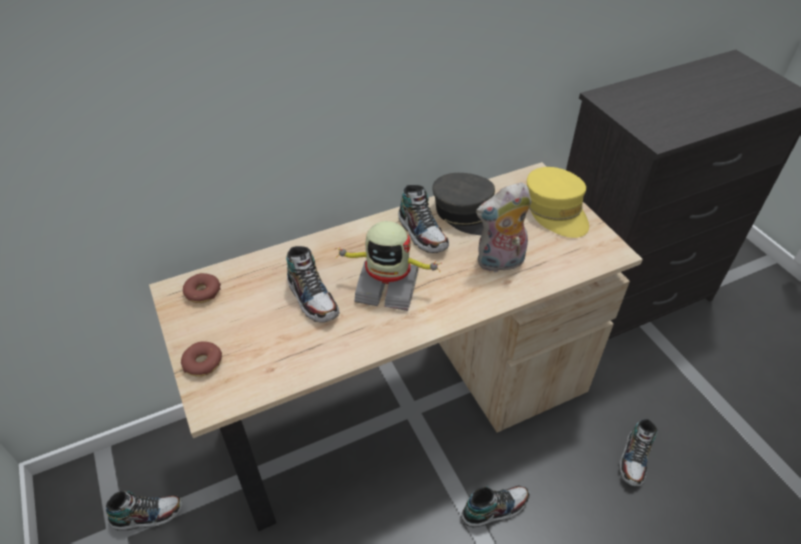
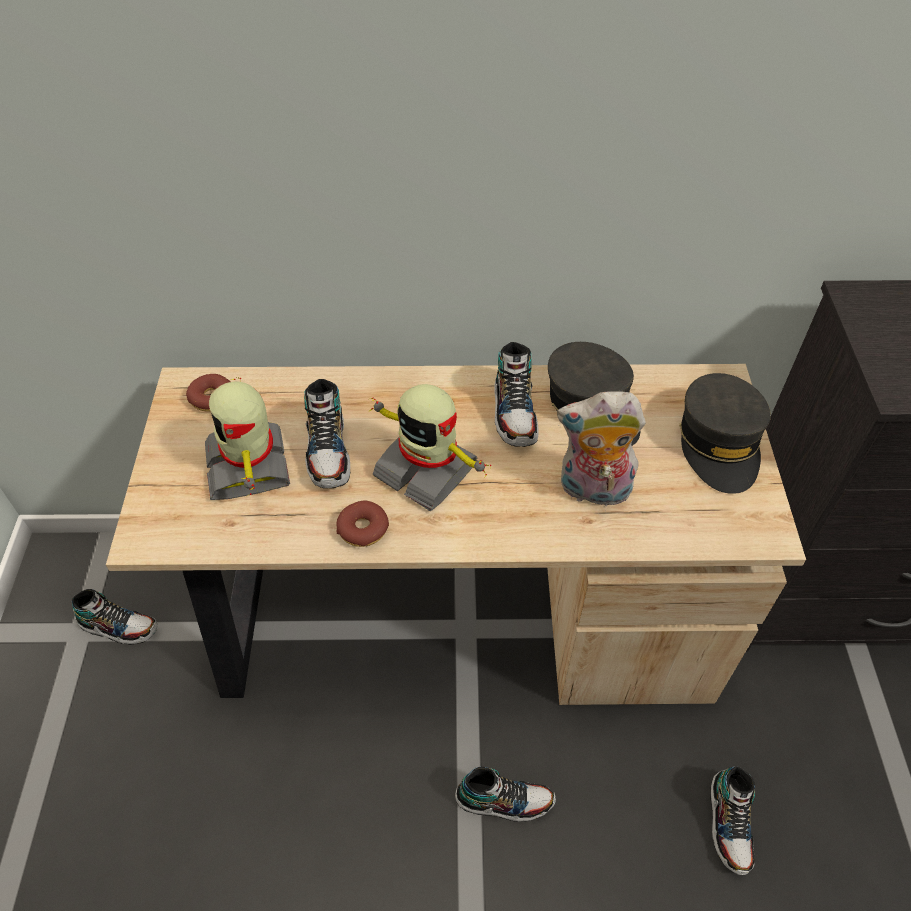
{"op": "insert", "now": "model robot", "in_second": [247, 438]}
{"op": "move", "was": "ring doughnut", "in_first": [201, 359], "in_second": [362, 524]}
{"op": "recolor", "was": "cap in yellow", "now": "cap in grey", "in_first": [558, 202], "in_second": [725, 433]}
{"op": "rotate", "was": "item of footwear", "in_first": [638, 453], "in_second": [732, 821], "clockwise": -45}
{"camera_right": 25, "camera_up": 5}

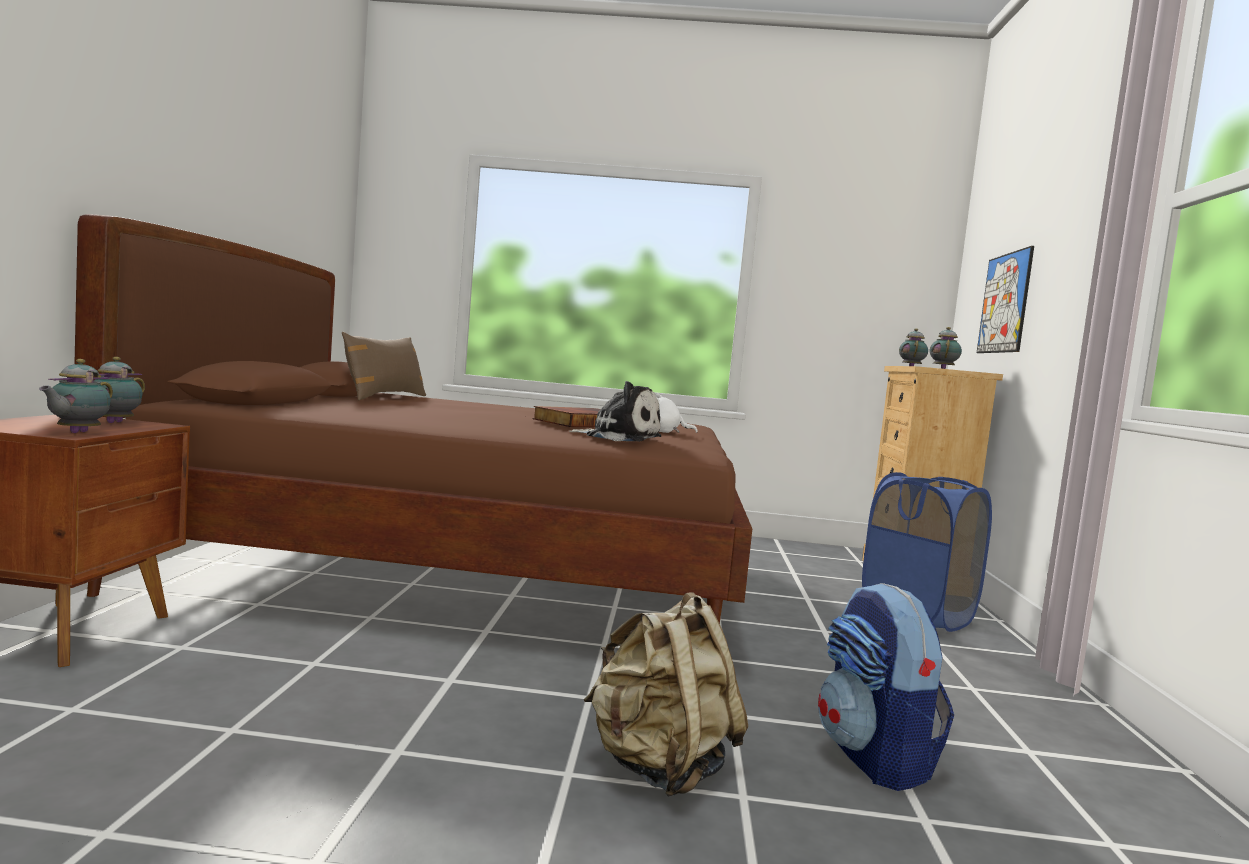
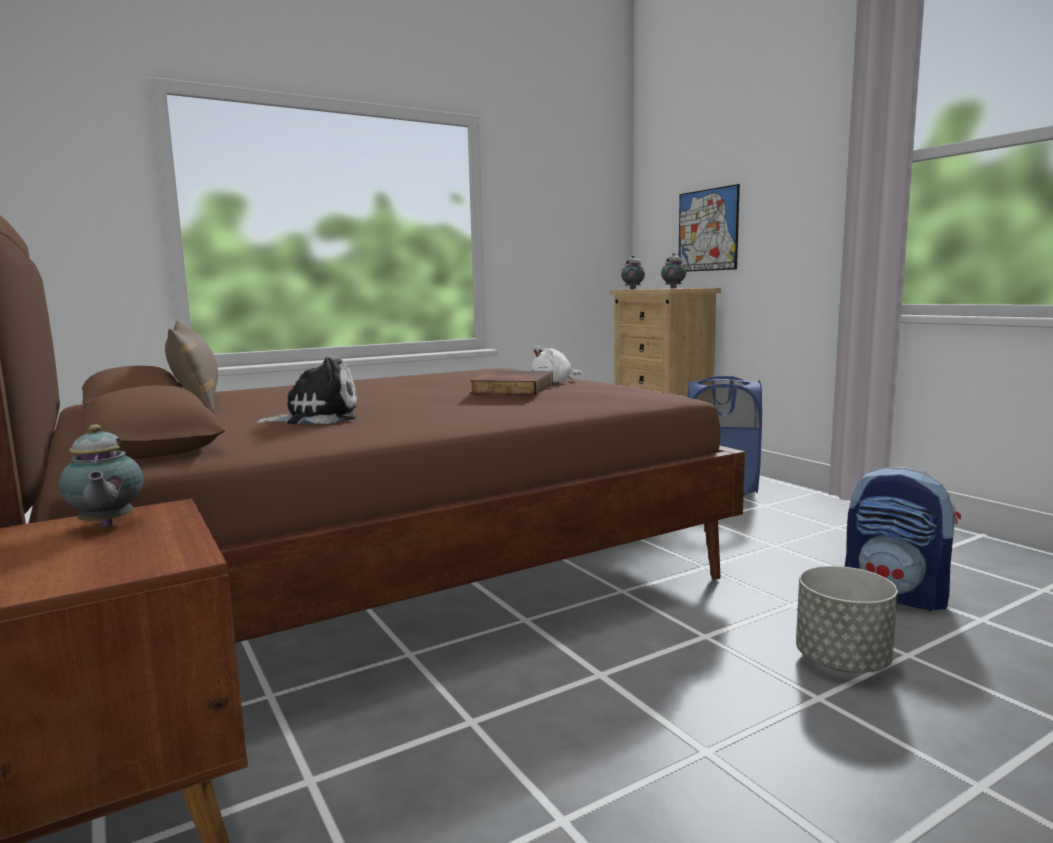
{"op": "move", "was": "plush toy", "in_first": [615, 411], "in_second": [306, 390]}
{"op": "replace", "was": "backpack in beige-coloured", "now": "plant pot in grey", "in_first": [666, 694], "in_second": [847, 619]}
{"op": "delete", "was": "pot for tea", "in_first": [76, 396]}
{"camera_right": -35, "camera_up": 5}

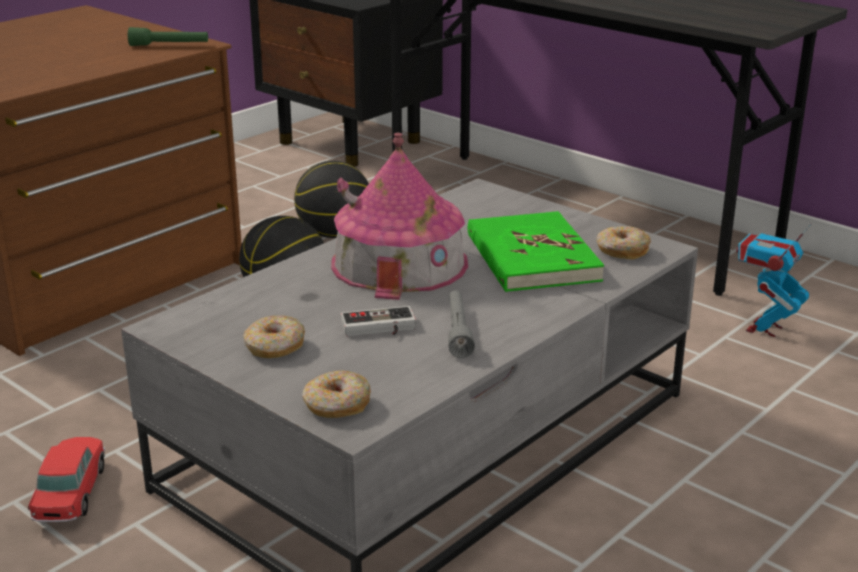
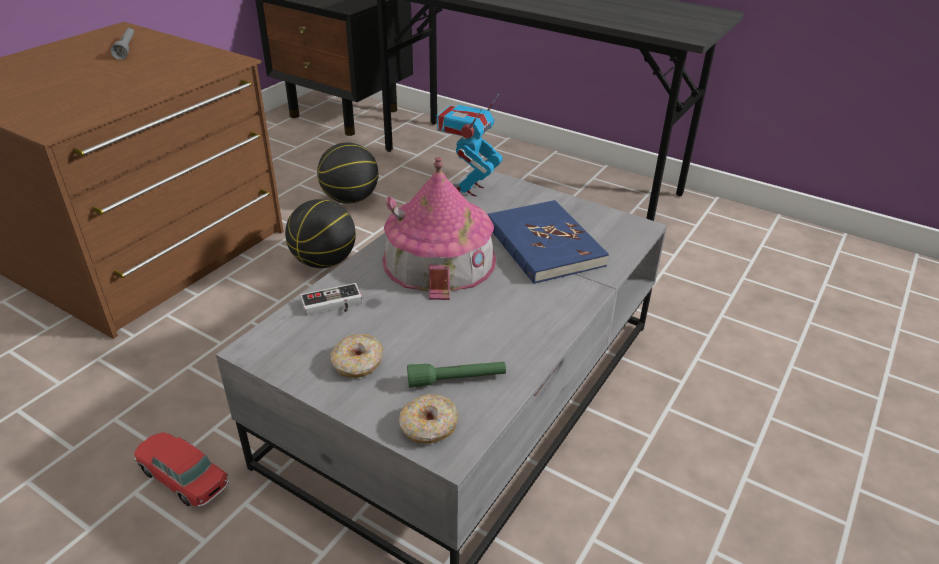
{"op": "move", "was": "flashlight in grey", "in_first": [461, 324], "in_second": [122, 44]}
{"op": "rotate", "was": "miniature car", "in_first": [66, 479], "in_second": [181, 469], "clockwise": -45}
{"op": "move", "was": "gamepad", "in_first": [378, 321], "in_second": [331, 299]}
{"op": "move", "was": "flashlight in greenish", "in_first": [168, 36], "in_second": [456, 375]}
{"op": "move", "was": "model robot", "in_first": [774, 280], "in_second": [469, 144]}
{"op": "recolor", "was": "bound book in greenish", "now": "bound book in bluish", "in_first": [536, 251], "in_second": [548, 242]}
{"op": "delete", "was": "ring doughnut", "in_first": [624, 242]}
{"camera_right": -10, "camera_up": 10}

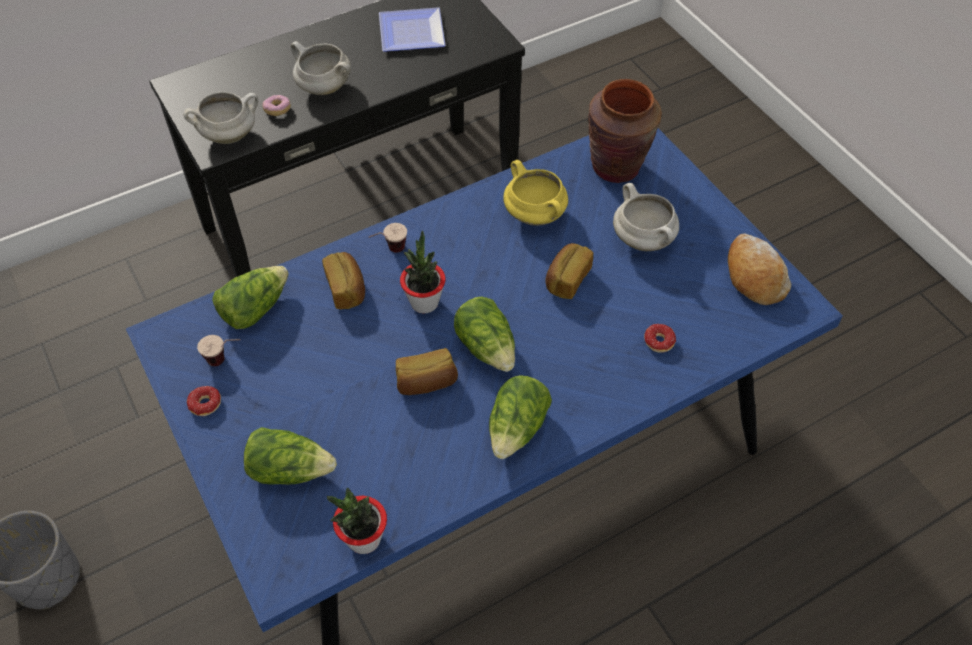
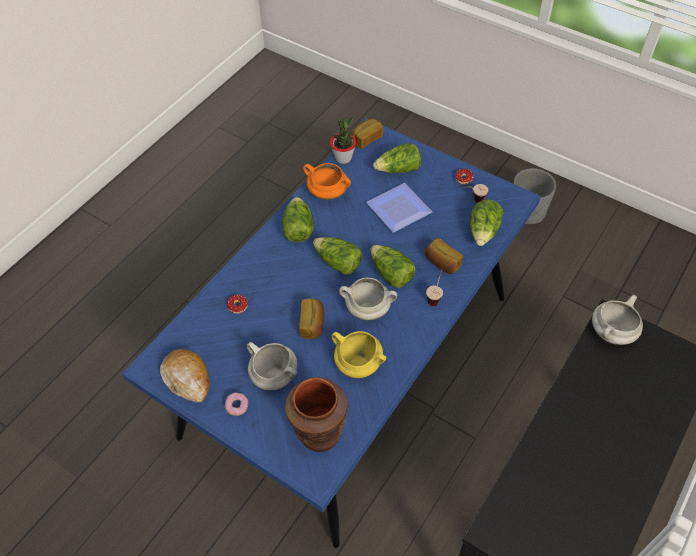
{"op": "move", "was": "ring doughnut", "in_first": [276, 105], "in_second": [236, 404]}
{"op": "insert", "now": "stockpot in orange-coloured", "in_second": [327, 181]}
{"op": "move", "was": "stockpot in white-coloured", "in_first": [321, 68], "in_second": [368, 298]}
{"op": "move", "was": "baked bread", "in_first": [427, 371], "in_second": [367, 134]}
{"op": "move", "was": "plate", "in_first": [412, 29], "in_second": [399, 208]}
{"op": "replace", "was": "houseplant", "now": "lettuce head", "in_first": [423, 271], "in_second": [393, 266]}
{"camera_right": 155, "camera_up": 0}

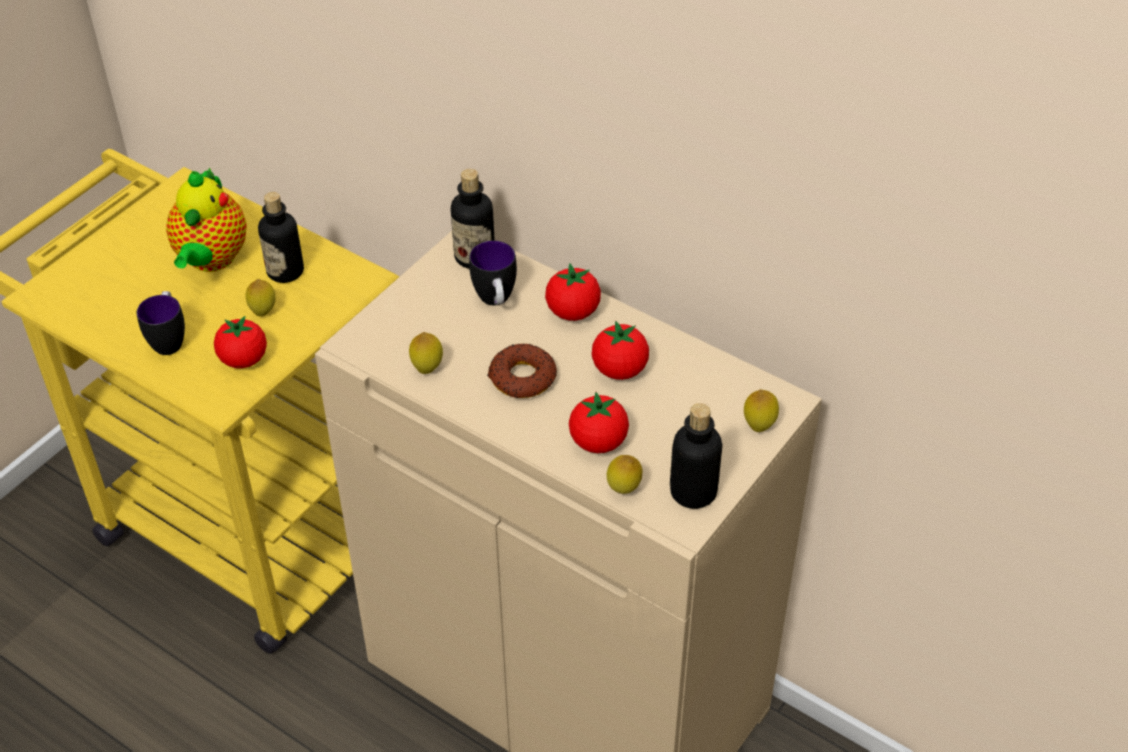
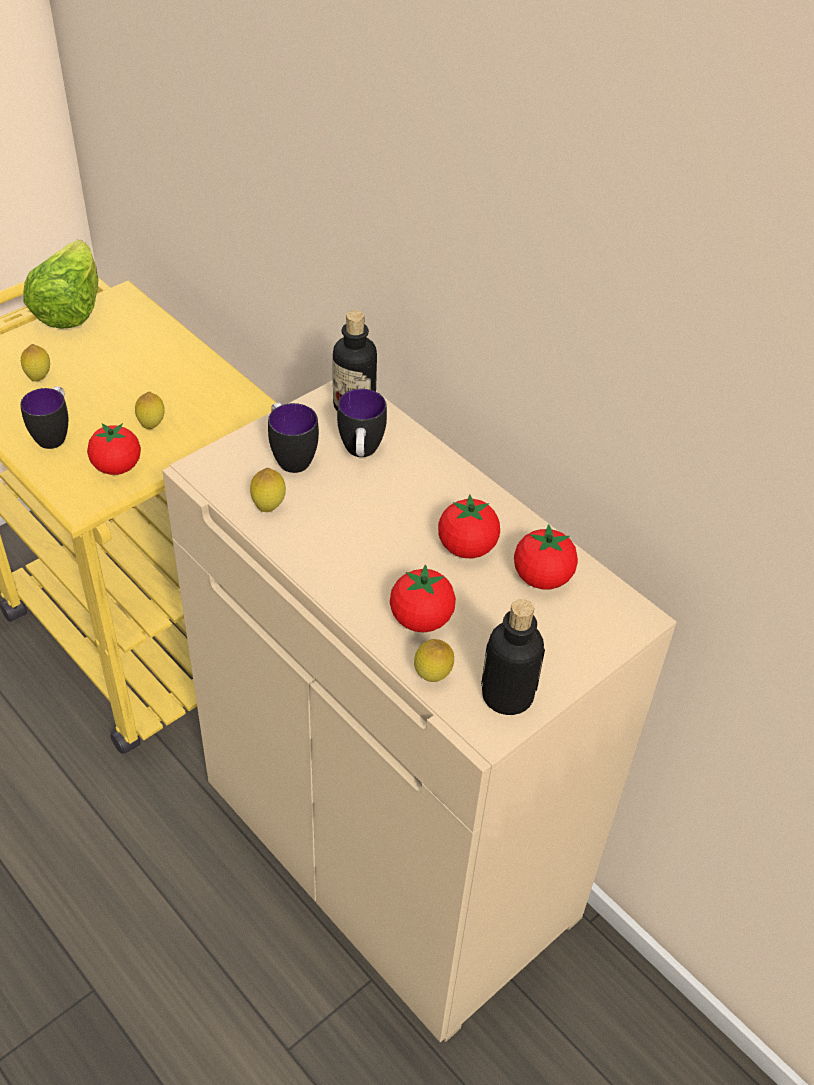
{"op": "move", "was": "citrus fruit", "in_first": [761, 410], "in_second": [35, 362]}
{"op": "insert", "now": "lettuce head", "in_second": [60, 284]}
{"op": "insert", "now": "mug", "in_second": [293, 438]}
{"op": "move", "was": "tomato", "in_first": [573, 292], "in_second": [546, 556]}
{"op": "delete", "was": "pot for tea", "in_first": [206, 219]}
{"op": "delete", "was": "beverage bottle", "in_first": [281, 237]}
{"op": "delete", "was": "ring doughnut", "in_first": [522, 371]}
{"camera_right": 10, "camera_up": 0}

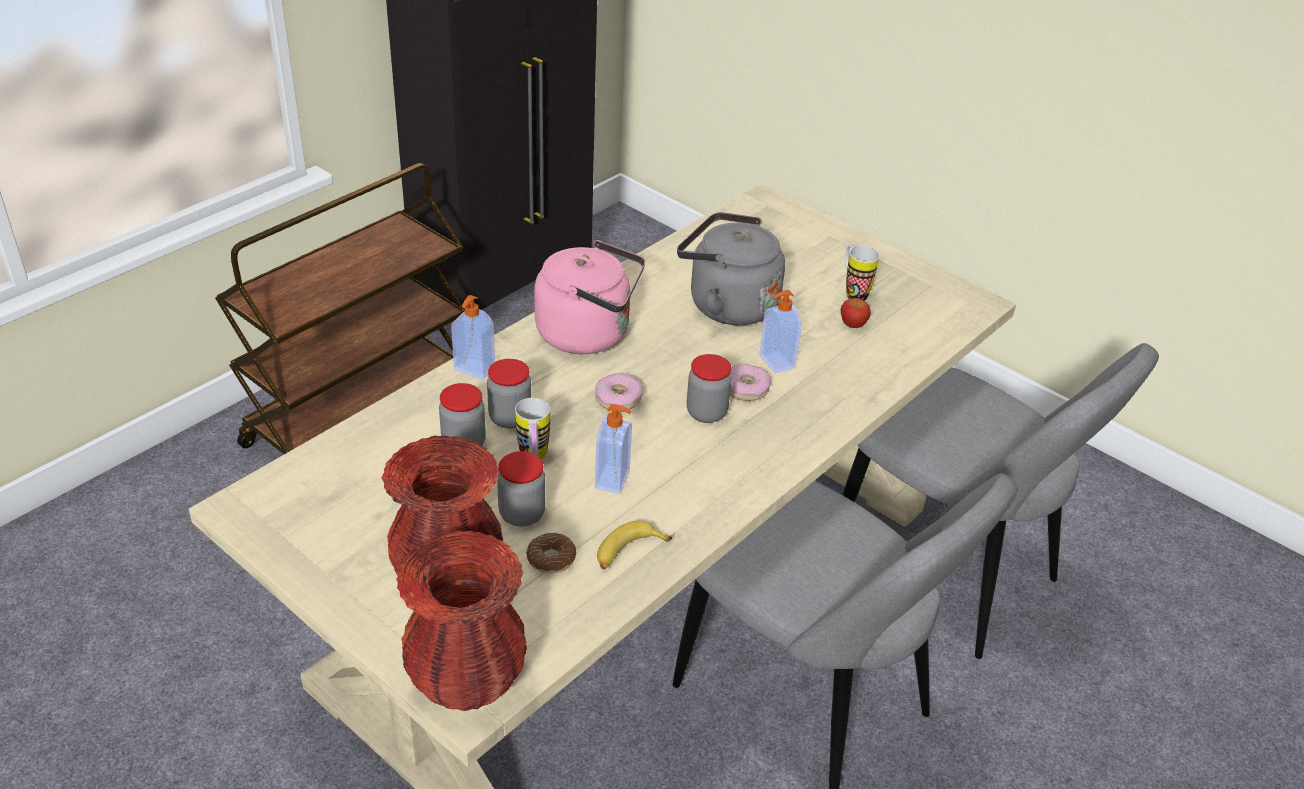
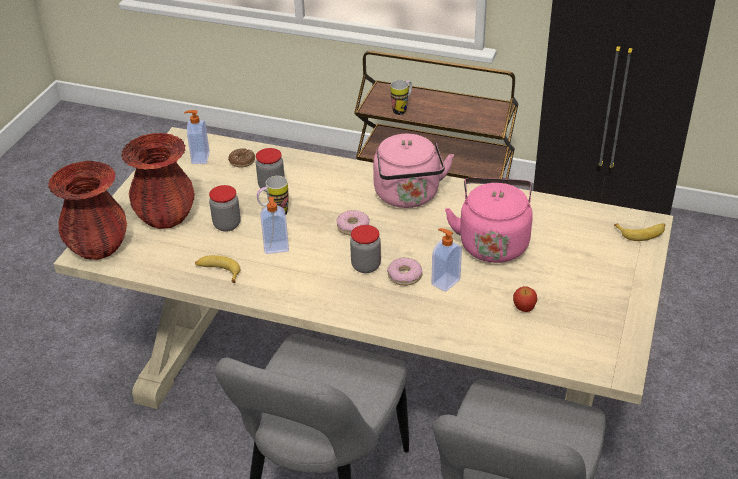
{"op": "move", "was": "liquid soap bottle", "in_first": [473, 337], "in_second": [197, 137]}
{"op": "move", "was": "ring doughnut", "in_first": [551, 553], "in_second": [241, 157]}
{"op": "move", "was": "mug", "in_first": [862, 273], "in_second": [401, 97]}
{"op": "recolor", "was": "water kettle in grey", "now": "water kettle in pink-coloured", "in_first": [731, 268], "in_second": [489, 220]}
{"op": "insert", "now": "banana", "in_second": [639, 232]}
{"op": "delete", "was": "preserve jar", "in_first": [509, 394]}
{"camera_right": 70, "camera_up": 0}

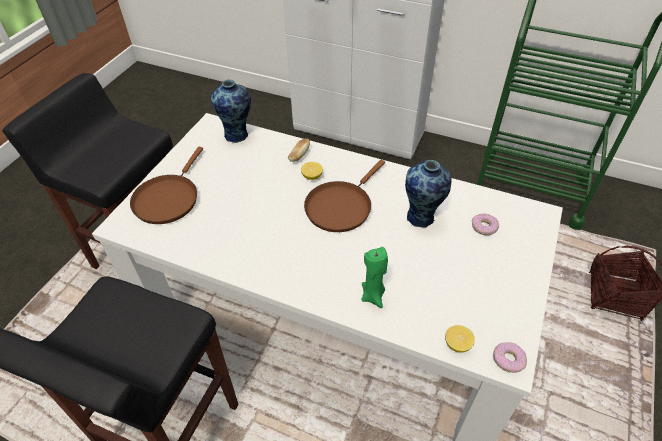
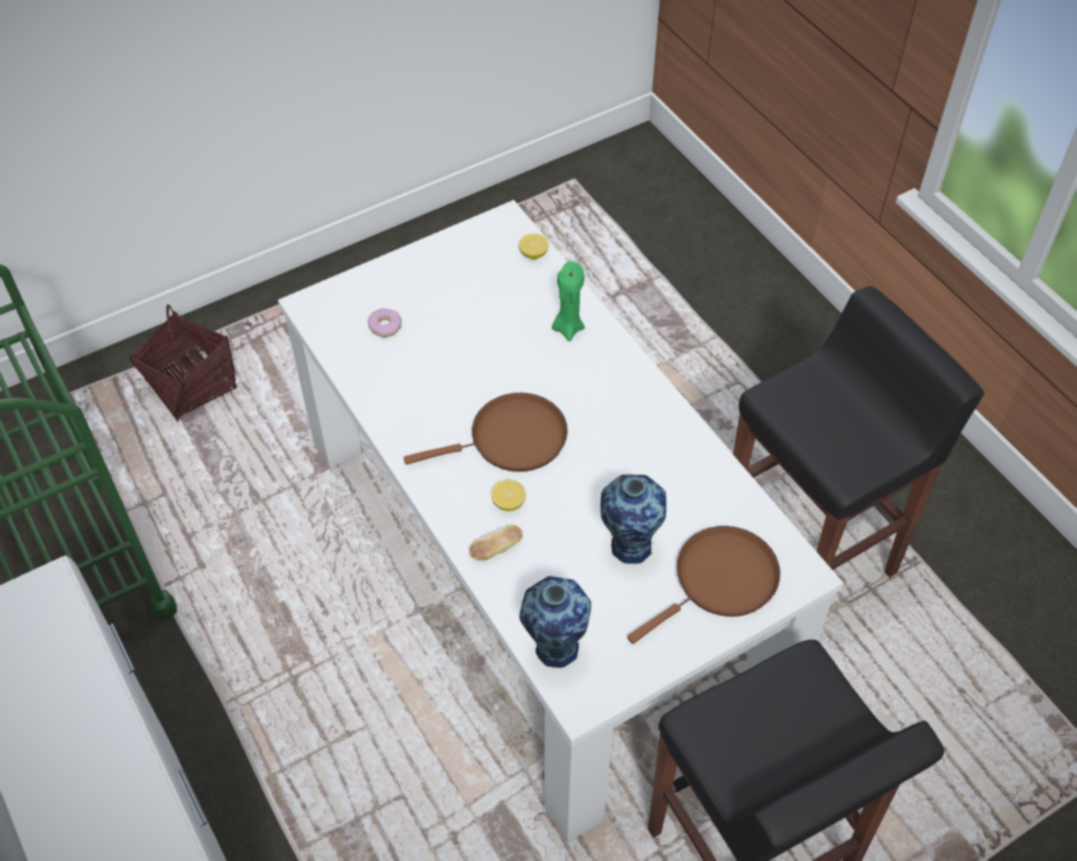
{"op": "move", "was": "vase", "in_first": [428, 193], "in_second": [633, 519]}
{"op": "delete", "was": "ring doughnut", "in_first": [510, 357]}
{"camera_right": -145, "camera_up": 5}

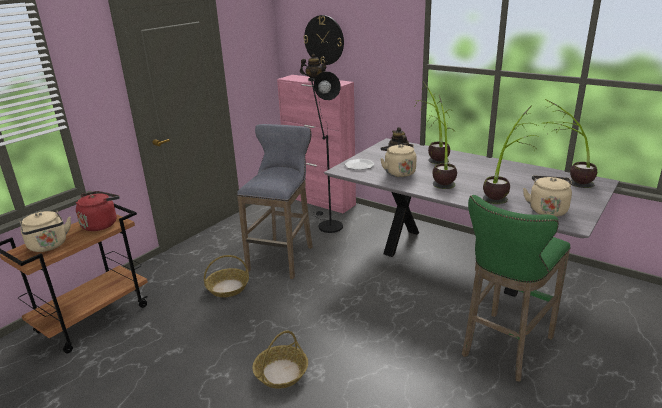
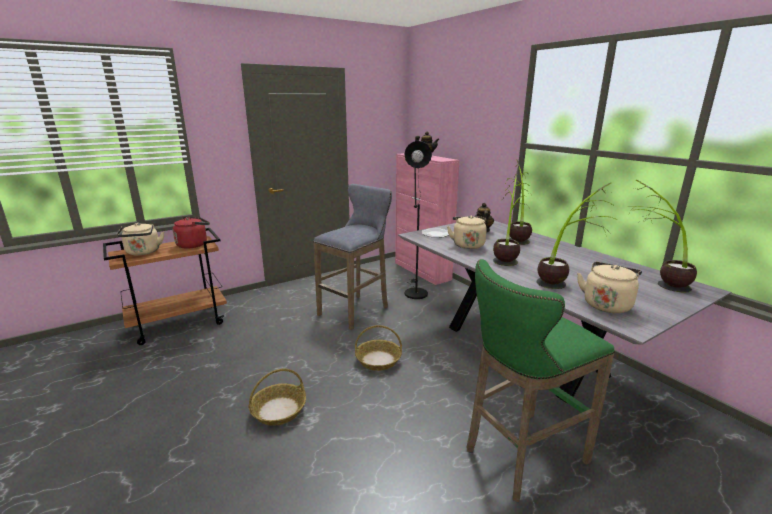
{"op": "move", "was": "basket", "in_first": [226, 276], "in_second": [378, 348]}
{"op": "delete", "was": "hanging clock", "in_first": [323, 40]}
{"camera_right": 20, "camera_up": -5}

